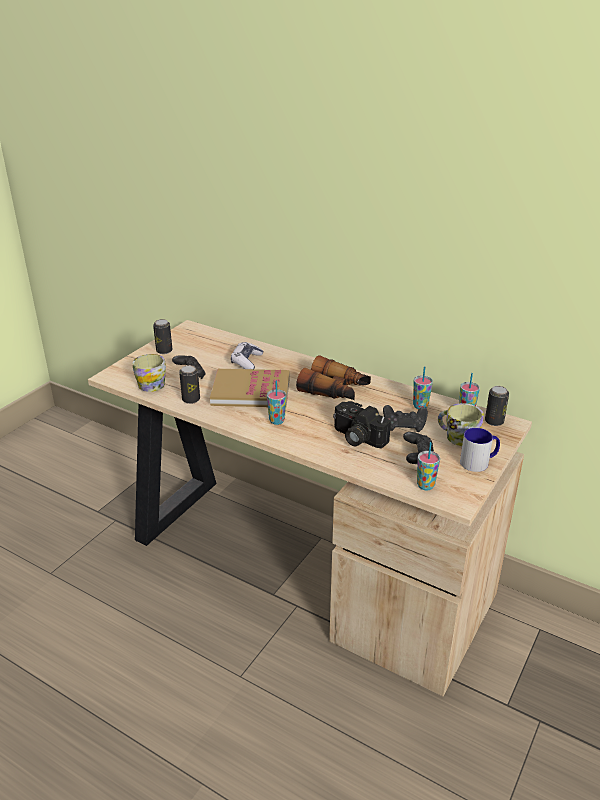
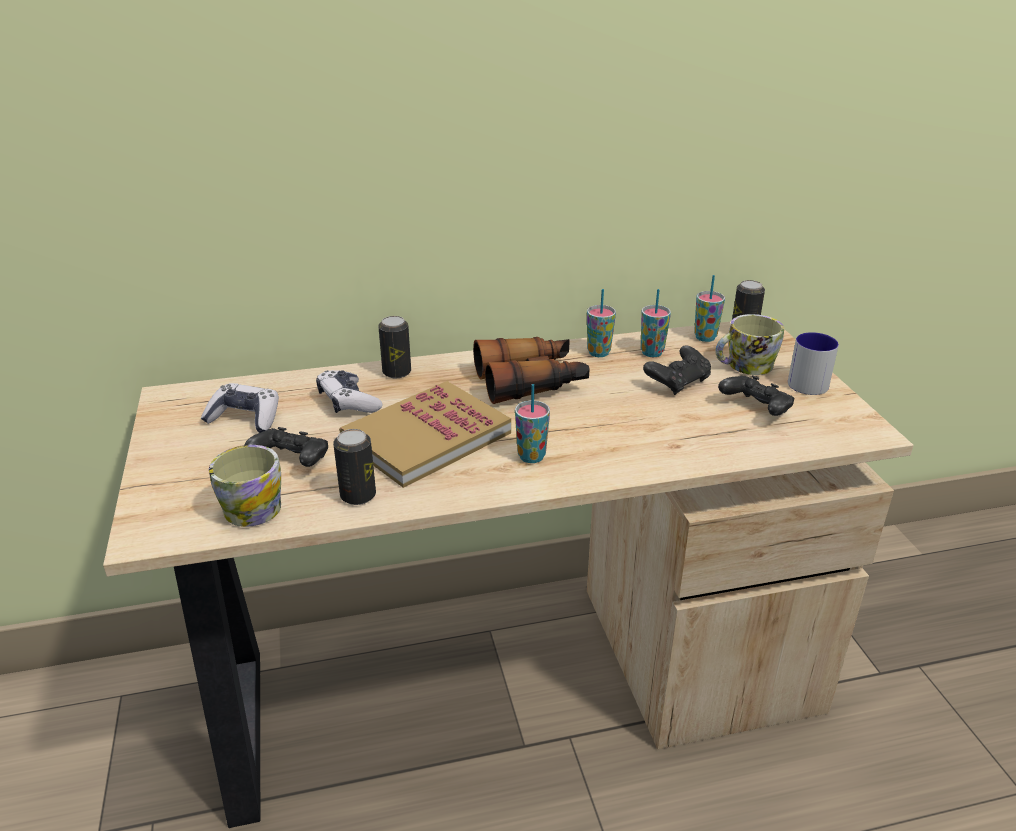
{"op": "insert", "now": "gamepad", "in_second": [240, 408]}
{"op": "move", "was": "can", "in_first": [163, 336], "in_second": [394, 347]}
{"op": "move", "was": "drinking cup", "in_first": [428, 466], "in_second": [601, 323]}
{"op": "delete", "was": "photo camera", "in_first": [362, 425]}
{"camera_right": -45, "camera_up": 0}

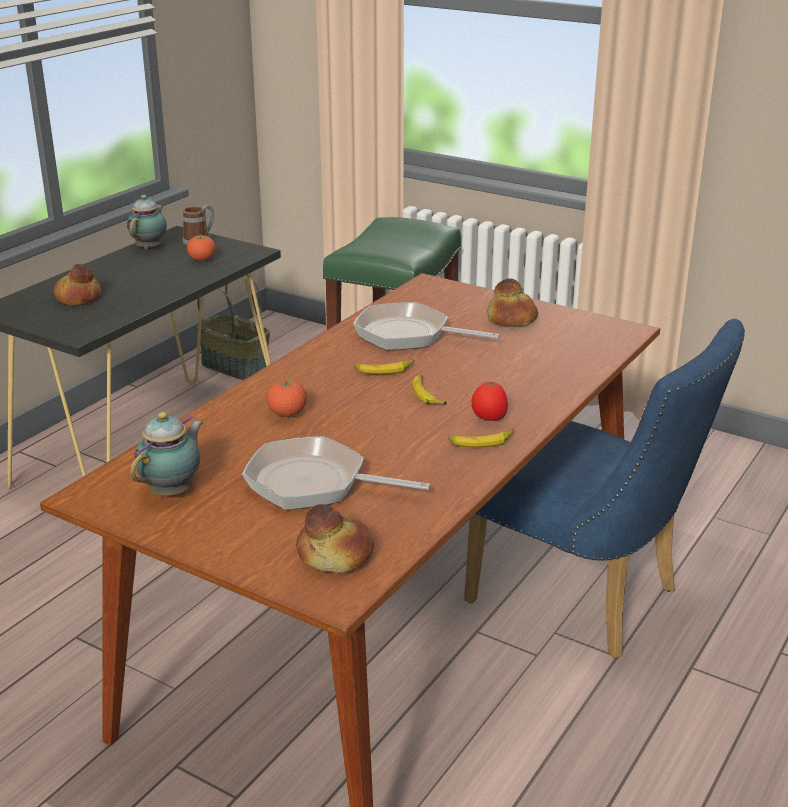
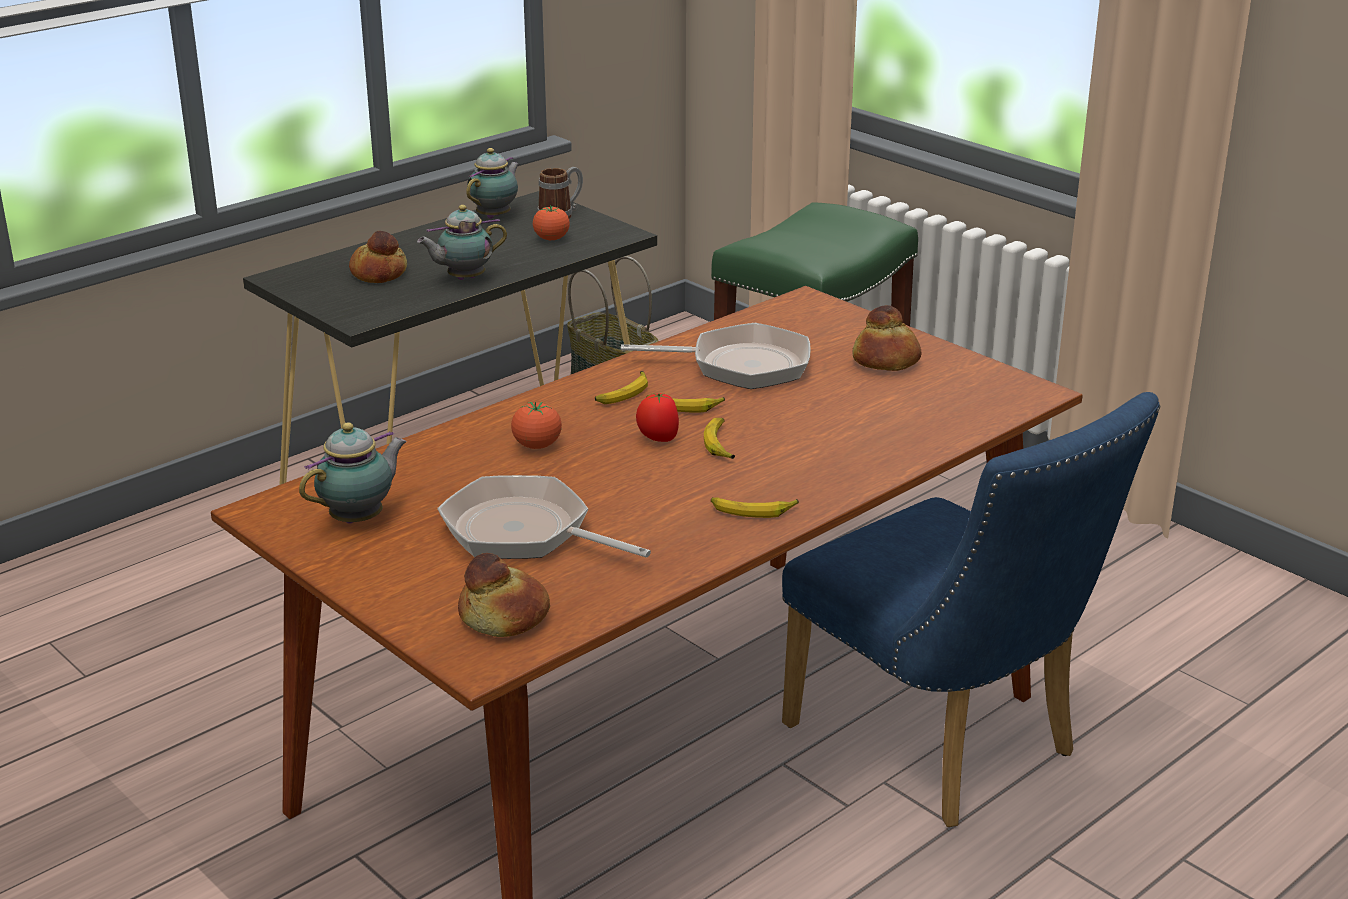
{"op": "insert", "now": "pot for tea", "in_second": [462, 242]}
{"op": "insert", "now": "banana", "in_second": [621, 387]}
{"op": "rotate", "was": "frying pan", "in_first": [426, 326], "in_second": [716, 356], "clockwise": 150}
{"op": "move", "was": "tomato", "in_first": [489, 401], "in_second": [657, 417]}
{"camera_right": 15, "camera_up": 0}

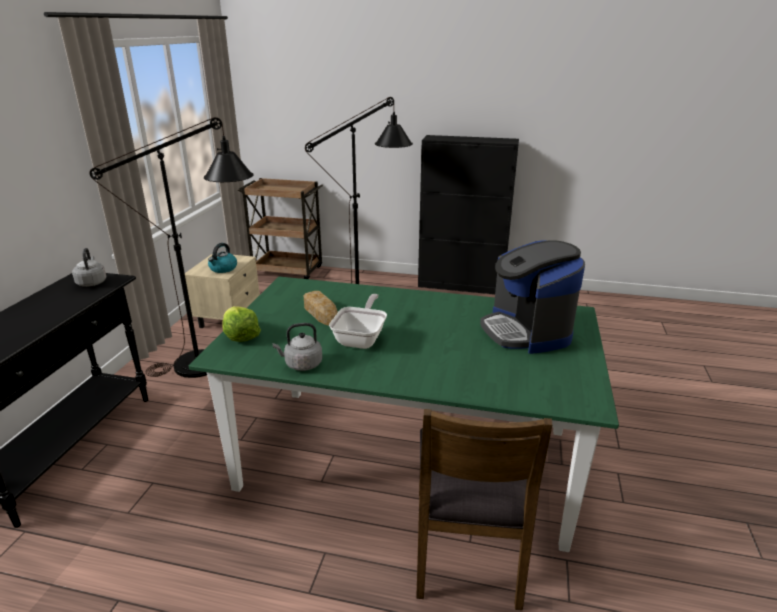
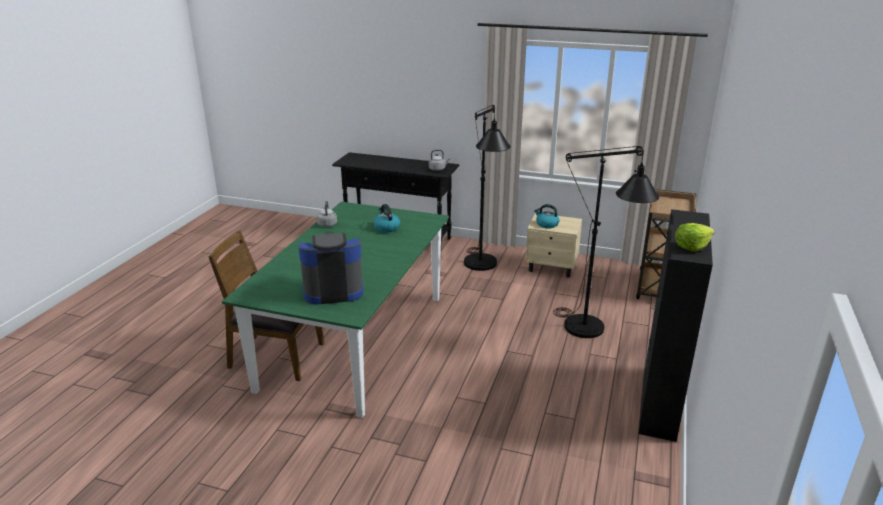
{"op": "replace", "was": "baked bread", "now": "water kettle", "in_first": [321, 308], "in_second": [387, 218]}
{"op": "move", "was": "lettuce head", "in_first": [241, 324], "in_second": [695, 237]}
{"op": "delete", "was": "frying pan", "in_first": [358, 321]}
{"camera_right": 95, "camera_up": 0}

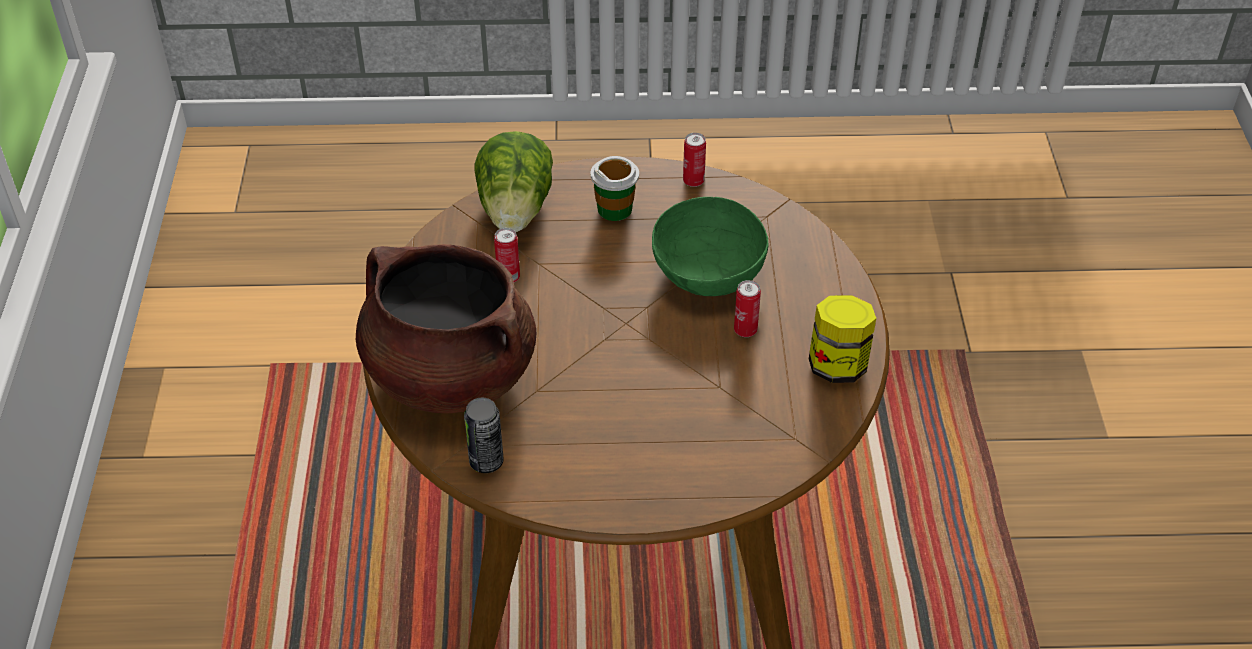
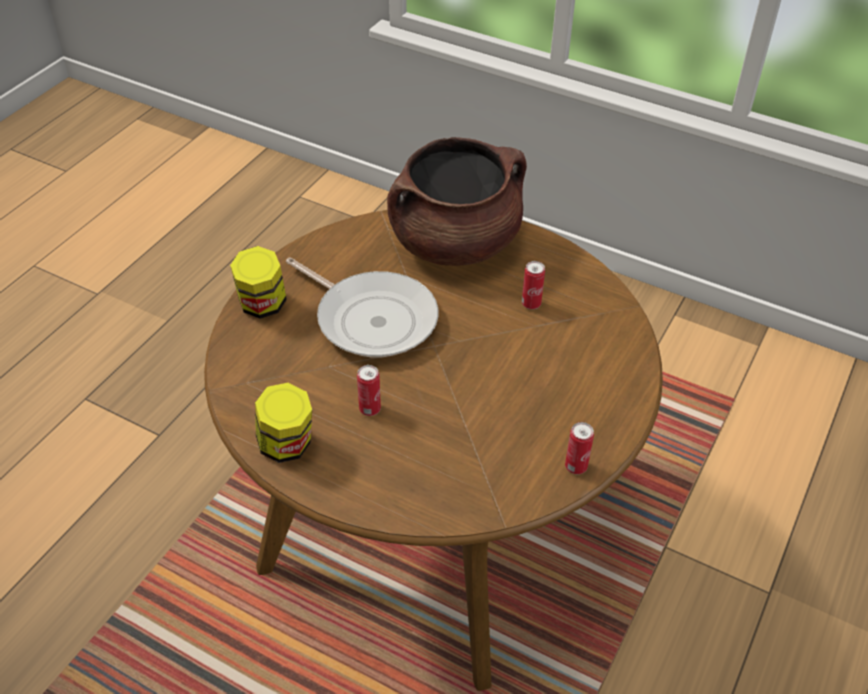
{"op": "insert", "now": "preserve jar", "in_second": [258, 282]}
{"op": "insert", "now": "frying pan", "in_second": [362, 307]}
{"op": "delete", "was": "can", "in_first": [484, 435]}
{"op": "delete", "was": "lettuce head", "in_first": [513, 181]}
{"op": "delete", "was": "drinking cup", "in_first": [615, 188]}
{"op": "delete", "was": "serving bowl in greenish", "in_first": [710, 246]}
{"camera_right": 120, "camera_up": 0}

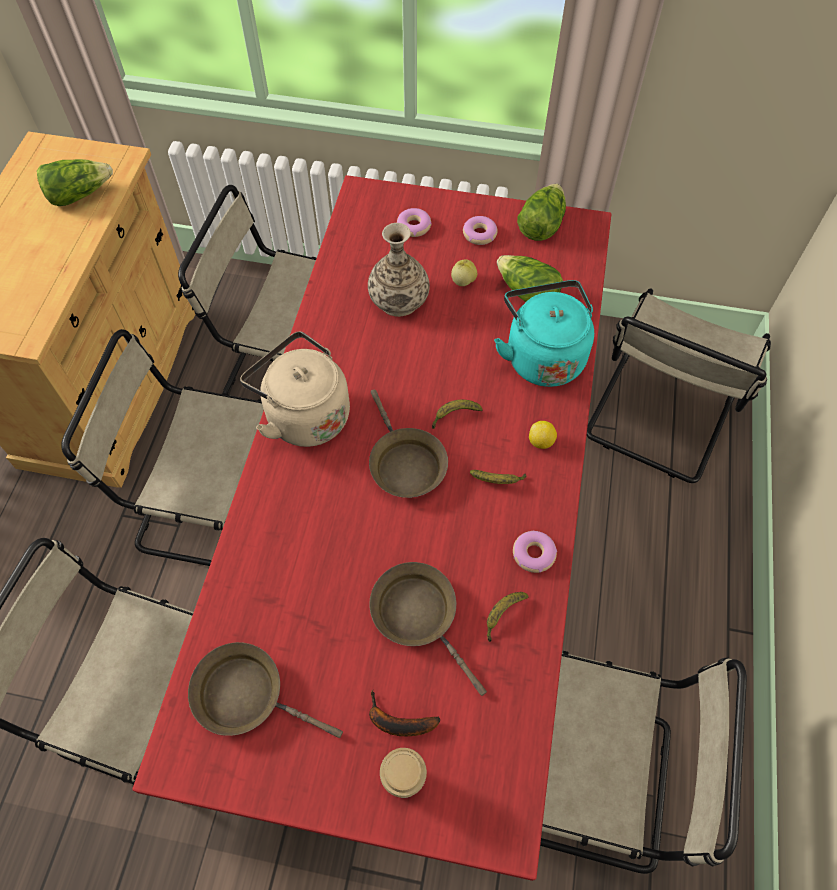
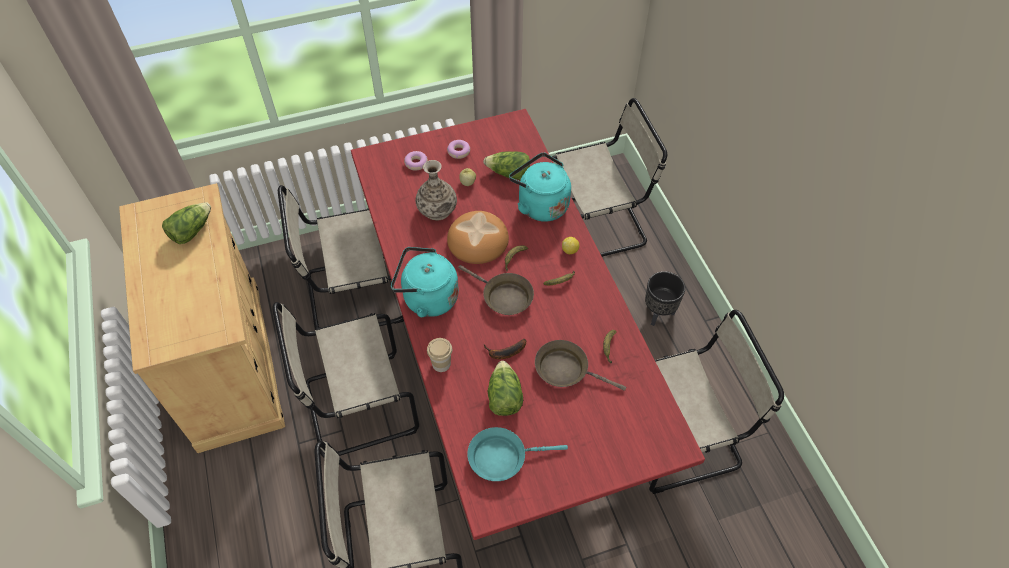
{"op": "recolor", "was": "water kettle in beige-coloured", "now": "water kettle in turquoise-coloured", "in_first": [295, 389], "in_second": [425, 282]}
{"op": "move", "was": "drinking cup", "in_first": [403, 773], "in_second": [439, 355]}
{"op": "insert", "now": "baked bread", "in_second": [478, 237]}
{"op": "recolor", "was": "frying pan in brown-coloured", "now": "frying pan in turquoise-coloured", "in_first": [265, 690], "in_second": [517, 454]}
{"op": "move", "was": "banana", "in_first": [404, 713], "in_second": [505, 349]}
{"op": "move", "was": "lettuce head", "in_first": [541, 212], "in_second": [505, 388]}
{"op": "rotate", "was": "plain chair in beige-coloured", "in_first": [679, 386], "in_second": [609, 177], "clockwise": -105}
{"op": "insert", "now": "plant pot in blackish", "in_second": [665, 298]}
{"op": "delete", "was": "ring doughnut", "in_first": [535, 552]}
{"camera_right": -30, "camera_up": -5}

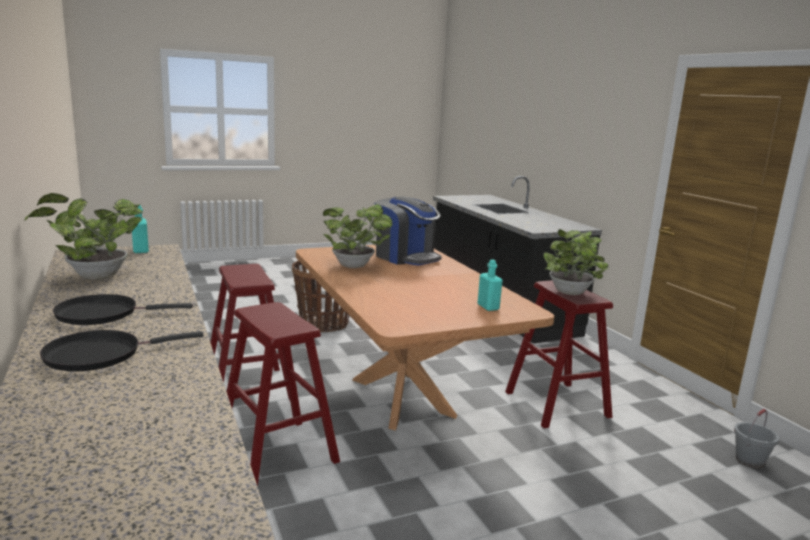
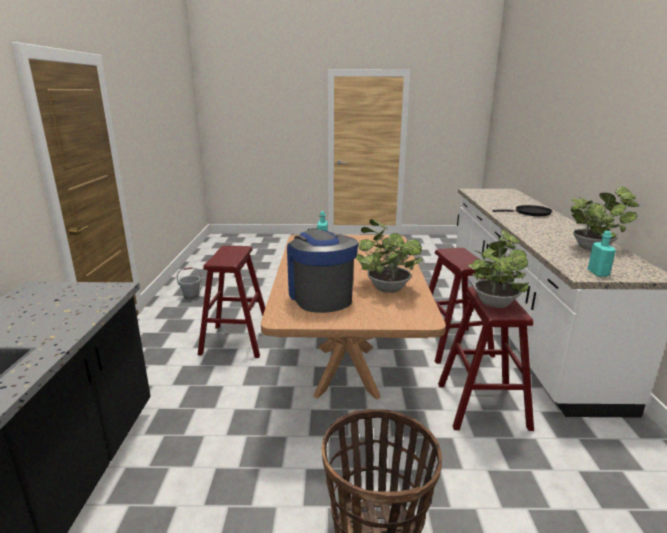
{"op": "move", "was": "houseplant", "in_first": [576, 262], "in_second": [498, 269]}
{"op": "delete", "was": "frying pan in blackish", "in_first": [123, 309]}
{"camera_right": -155, "camera_up": 5}

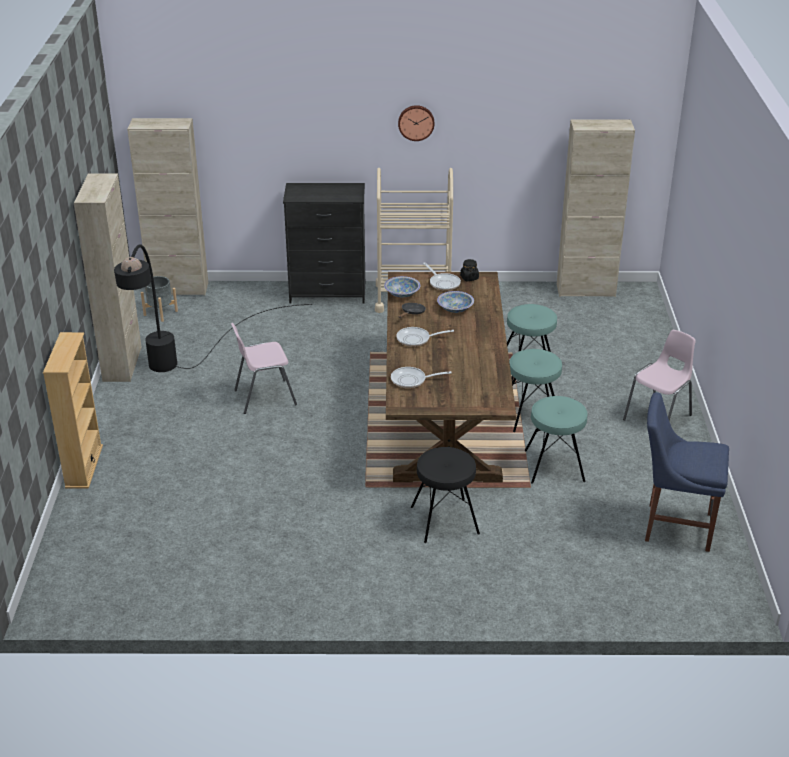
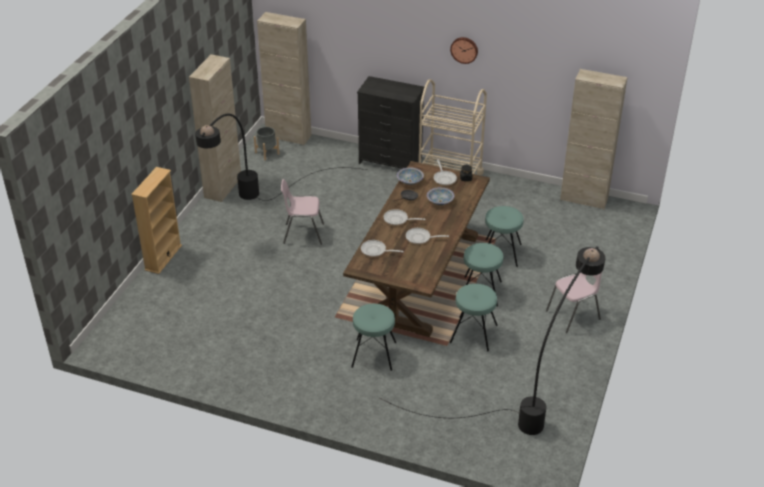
{"op": "recolor", "was": "stool seat in blackish", "now": "stool seat in turquoise-coloured", "in_first": [445, 495], "in_second": [374, 337]}
{"op": "replace", "was": "plain chair in bluish", "now": "floor lamp in blackish", "in_first": [687, 472], "in_second": [493, 340]}
{"op": "insert", "now": "frying pan", "in_second": [427, 236]}
{"camera_right": 20, "camera_up": 5}

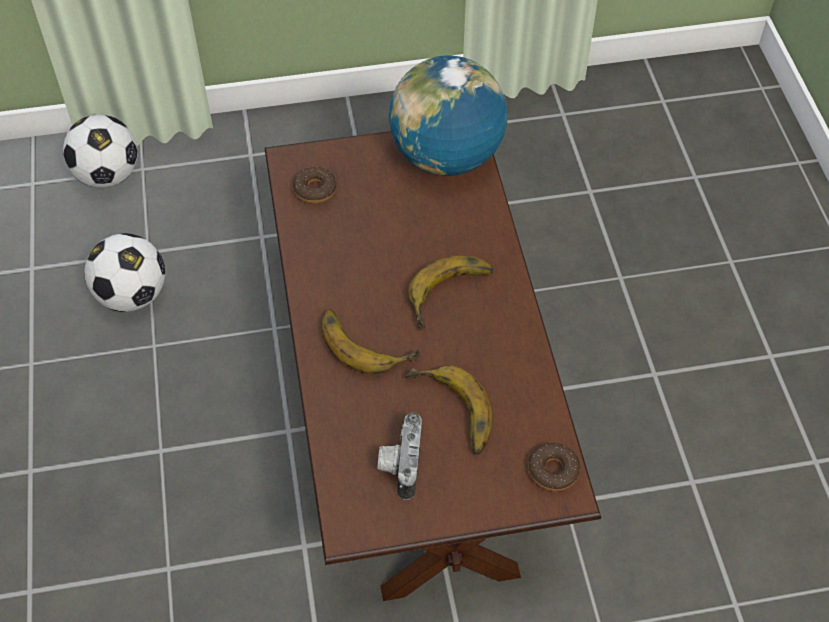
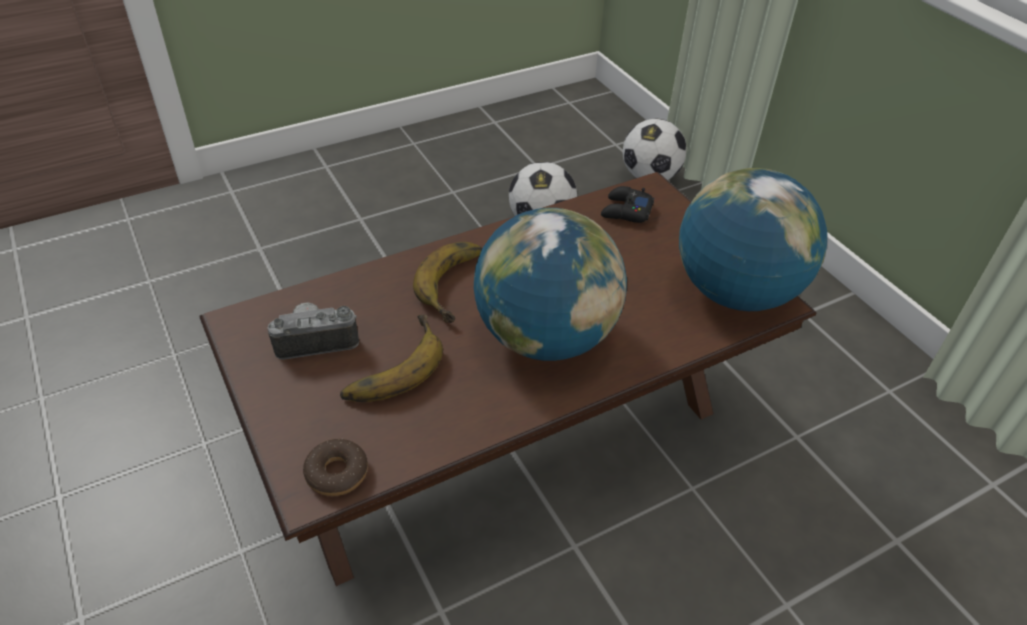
{"op": "replace", "was": "banana", "now": "desk globe", "in_first": [450, 292], "in_second": [550, 284]}
{"op": "replace", "was": "ring doughnut", "now": "gamepad in blackish", "in_first": [315, 185], "in_second": [627, 204]}
{"camera_right": 70, "camera_up": -10}

